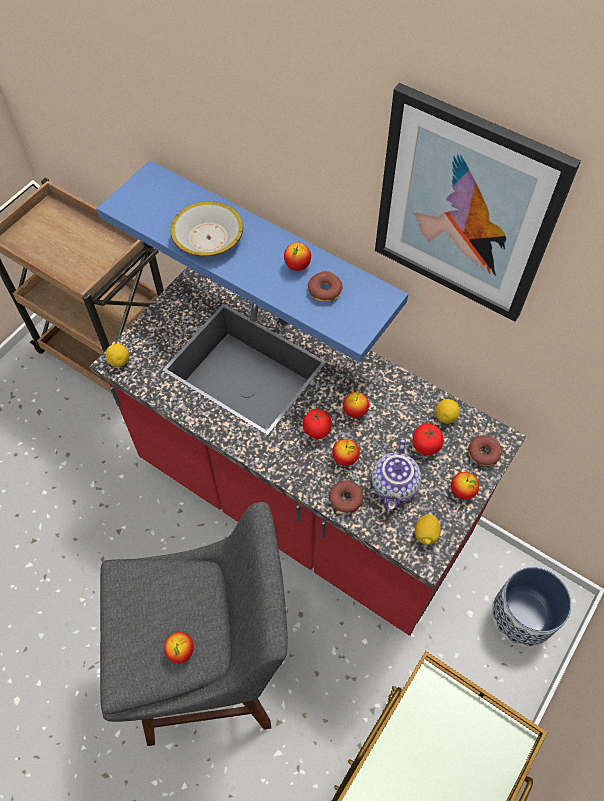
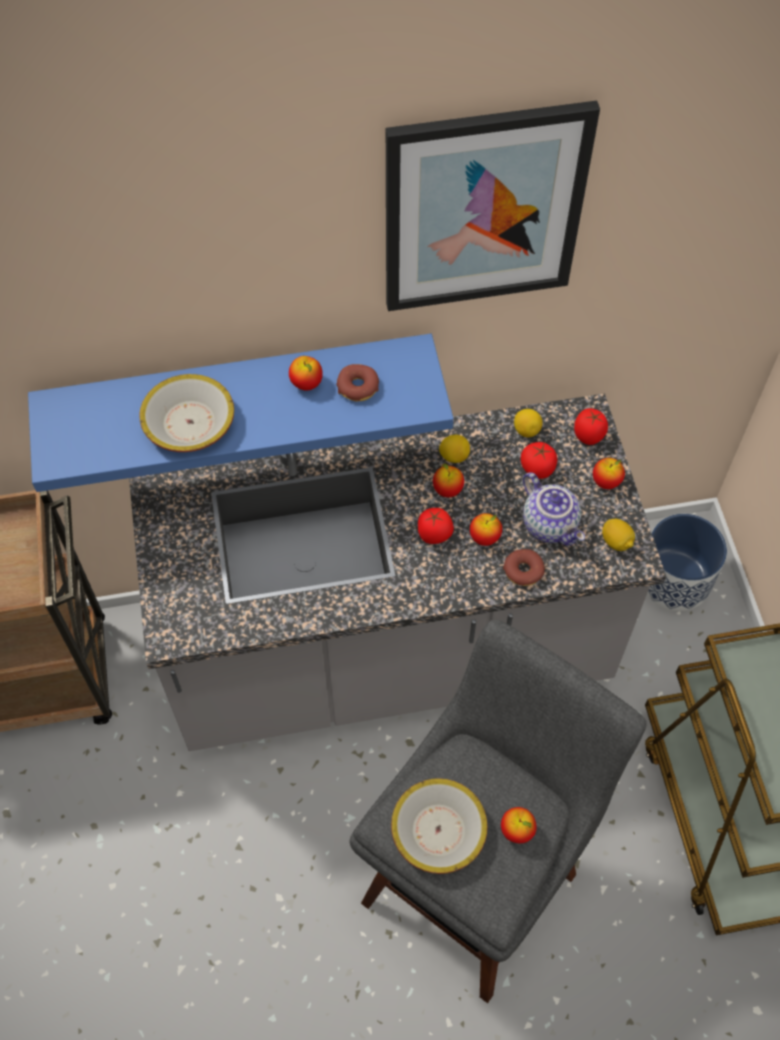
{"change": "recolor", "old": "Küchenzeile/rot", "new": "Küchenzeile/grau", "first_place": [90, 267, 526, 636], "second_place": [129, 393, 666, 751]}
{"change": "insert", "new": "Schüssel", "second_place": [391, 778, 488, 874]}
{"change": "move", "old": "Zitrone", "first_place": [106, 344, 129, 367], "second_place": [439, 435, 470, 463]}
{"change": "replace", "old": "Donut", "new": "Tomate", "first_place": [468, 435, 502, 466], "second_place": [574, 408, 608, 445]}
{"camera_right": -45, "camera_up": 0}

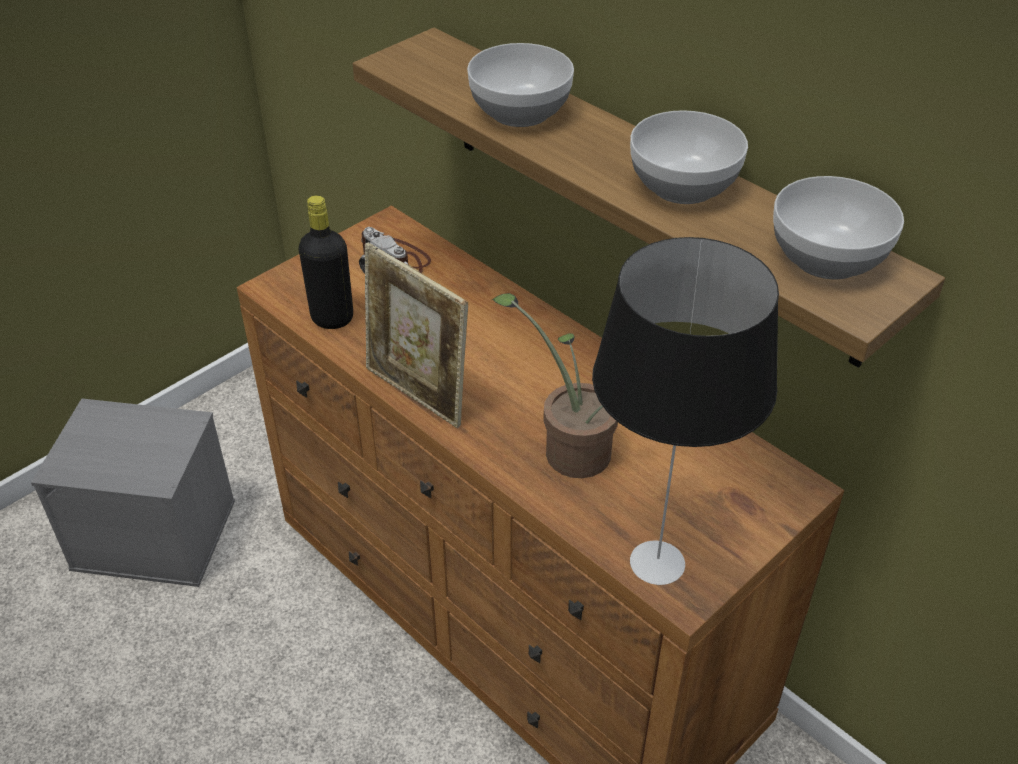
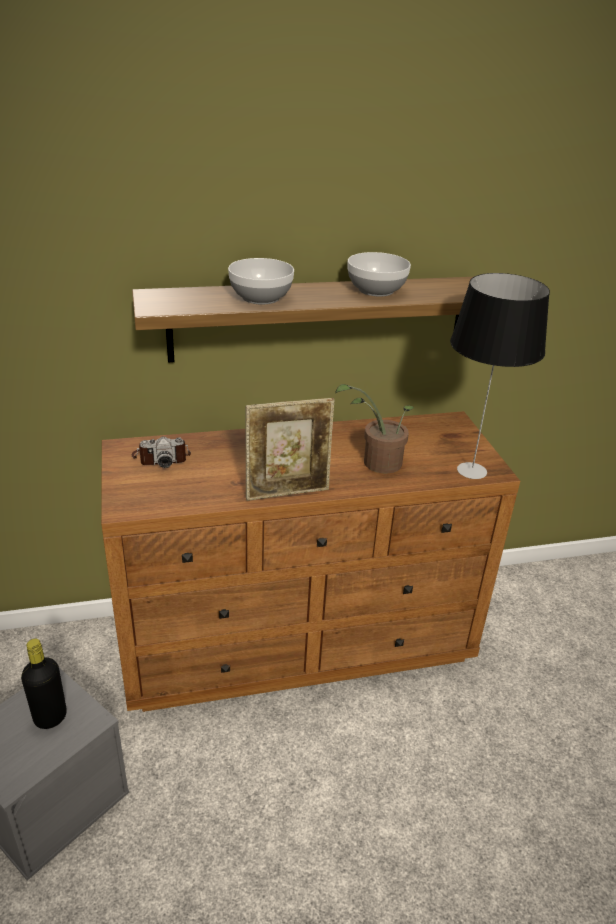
{"change": "move", "old": "Flasche/schwarz", "first_place": [299, 195, 353, 329], "second_place": [21, 639, 67, 729]}
{"change": "delete", "old": "Schüssel", "first_place": [773, 176, 904, 279]}
{"camera_right": -60, "camera_up": -10}

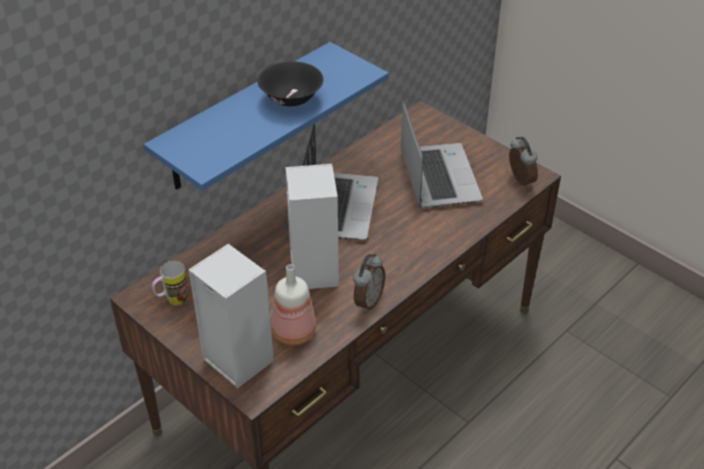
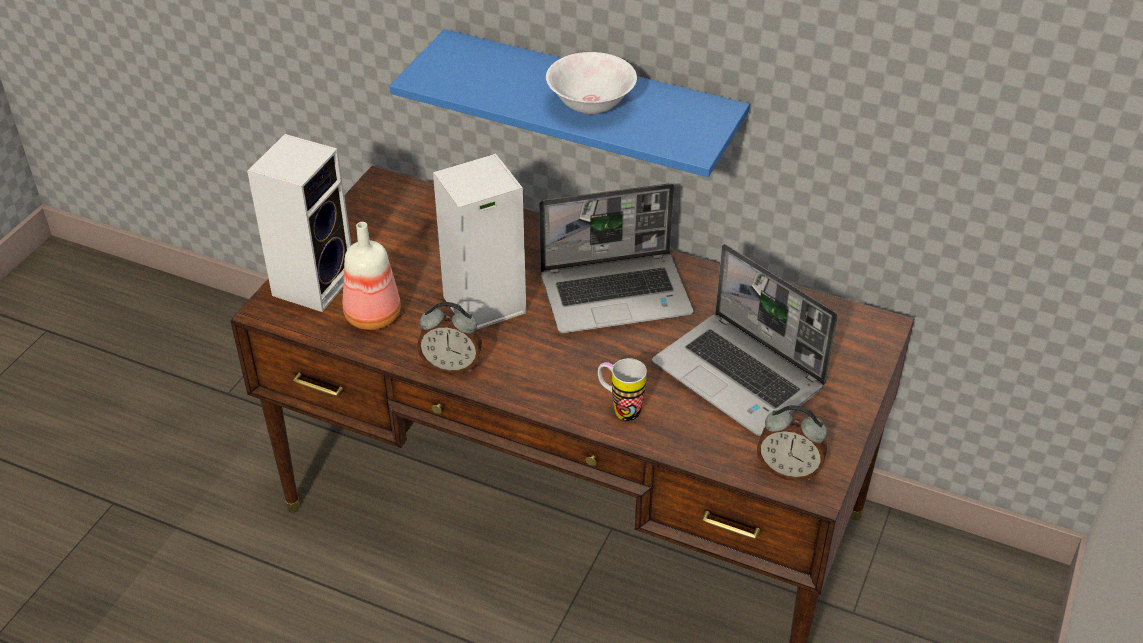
{"change": "recolor", "old": "Schüssel/schwarz", "new": "Schüssel/weiß", "first_place": [258, 61, 324, 107], "second_place": [546, 52, 637, 114]}
{"change": "move", "old": "Henkelbecher", "first_place": [152, 261, 187, 305], "second_place": [598, 358, 647, 421]}
{"change": "rotate", "old": "Laptop", "first_place": [401, 101, 483, 209], "second_place": [652, 244, 838, 436], "degrees": 75}
{"change": "rotate", "old": "Wecker", "first_place": [509, 137, 538, 188], "second_place": [757, 405, 827, 481], "degrees": 60}
{"camera_right": 70, "camera_up": 0}

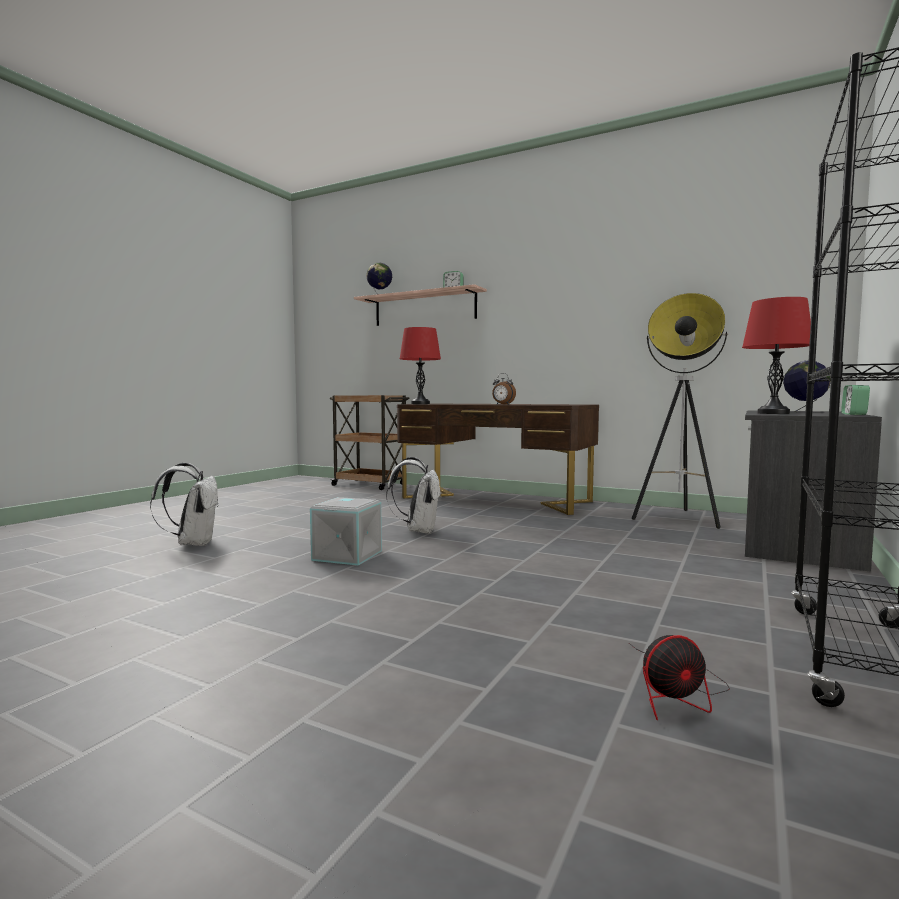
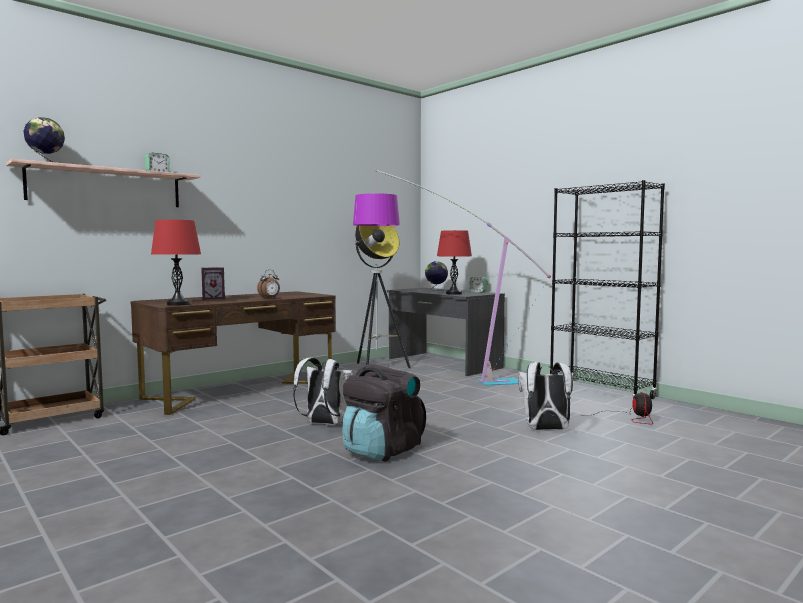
{"change": "insert", "new": "Bilderrahmen", "second_place": [201, 267, 225, 300]}
{"change": "replace", "old": "Aufbewahrungsbox/grau", "new": "Rucksack/schwarz", "first_place": [310, 497, 382, 566], "second_place": [343, 364, 426, 462]}
{"change": "insert", "new": "Stehlampe", "second_place": [353, 170, 551, 385]}
{"change": "move", "old": "Rucksack/weiß", "first_place": [150, 463, 219, 546], "second_place": [518, 362, 573, 430]}
{"camera_right": -70, "camera_up": 0}

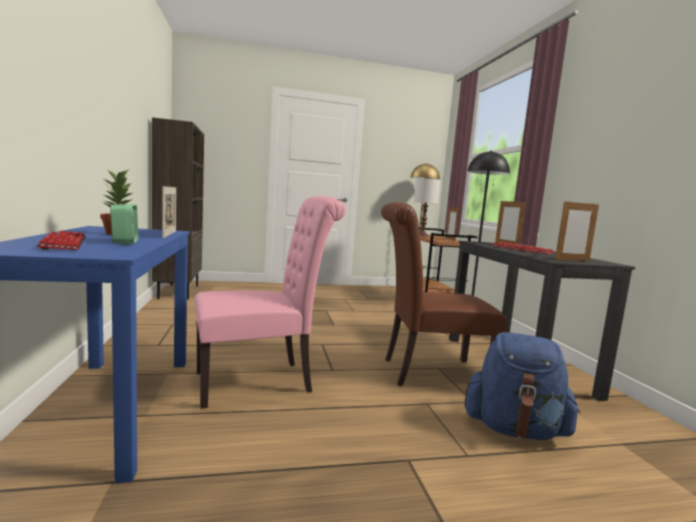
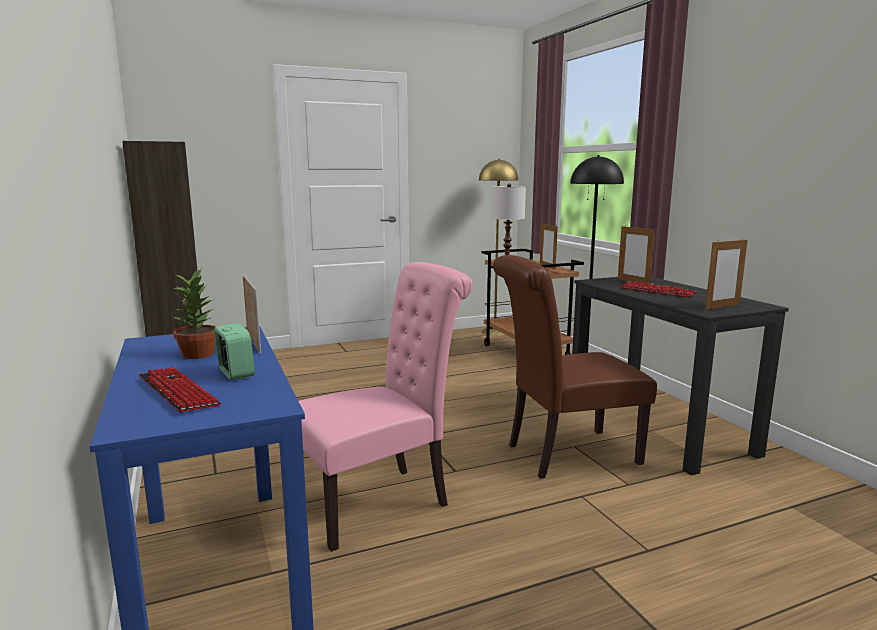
{"change": "delete", "old": "Rucksack/blau", "first_place": [465, 332, 581, 440]}
{"camera_right": -10, "camera_up": 5}

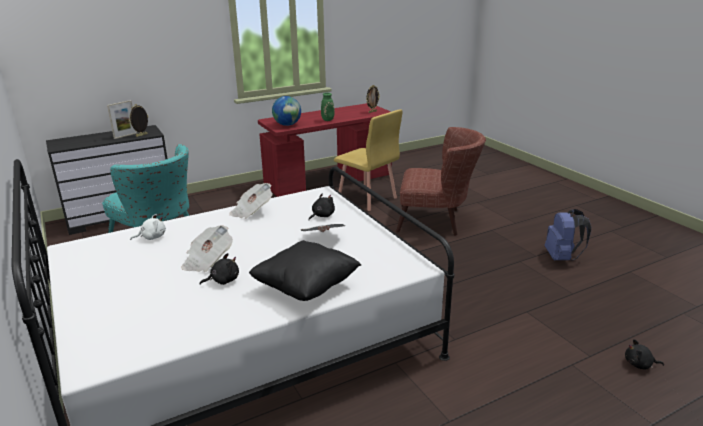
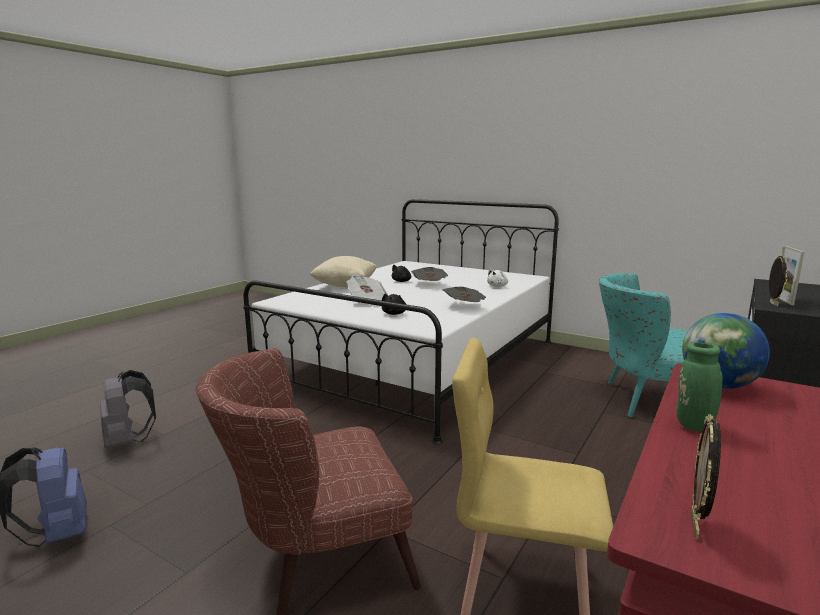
{"change": "insert", "new": "Rucksack/grau", "second_place": [100, 370, 156, 448]}
{"change": "recolor", "old": "Kissen/schwarz", "new": "Kissen/beige", "first_place": [249, 240, 361, 301], "second_place": [310, 256, 377, 287]}
{"change": "delete", "old": "Plüschtier/schwarz", "first_place": [625, 339, 664, 370]}
{"camera_right": 150, "camera_up": -10}

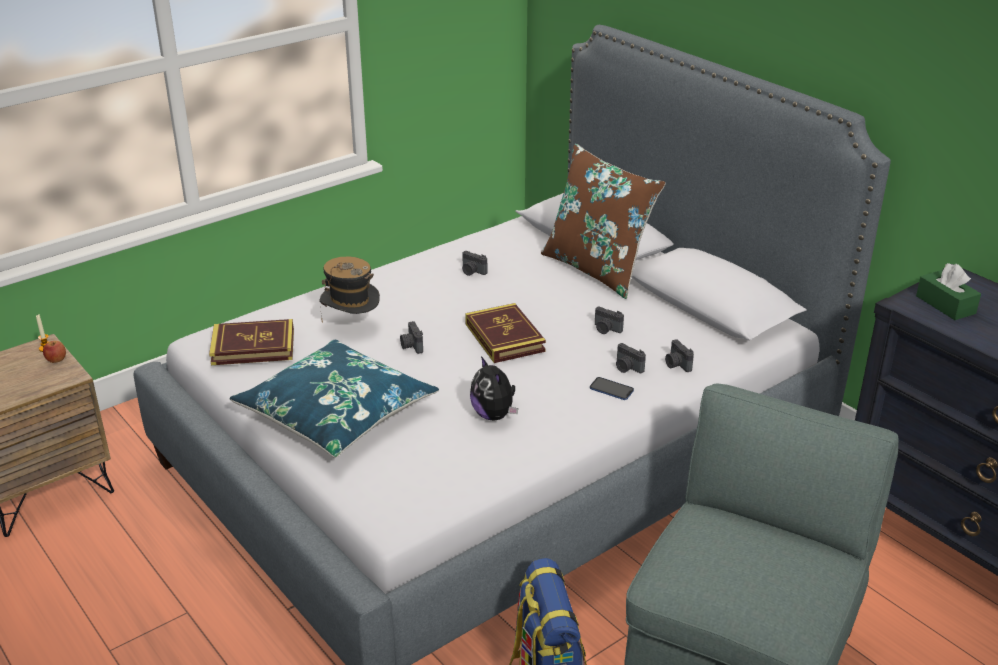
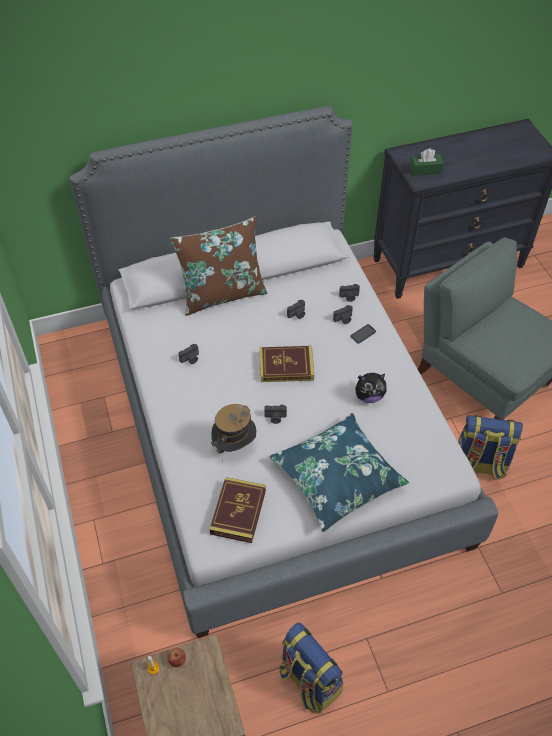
{"change": "insert", "new": "Rucksack", "second_place": [279, 622, 343, 714]}
{"camera_right": -70, "camera_up": 20}

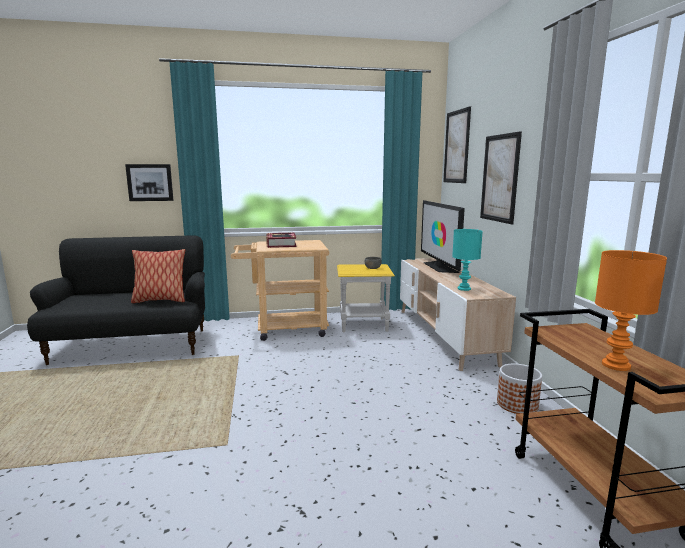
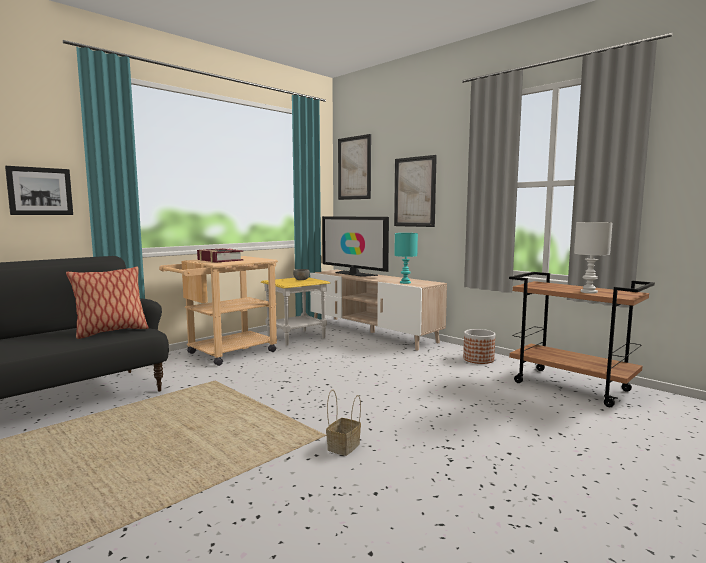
{"change": "insert", "new": "Korb", "second_place": [326, 390, 361, 456]}
{"change": "recolor", "old": "Tischlampe/orange", "new": "Tischlampe/weiß", "first_place": [595, 250, 667, 371], "second_place": [574, 222, 613, 294]}
{"camera_right": -35, "camera_up": -5}

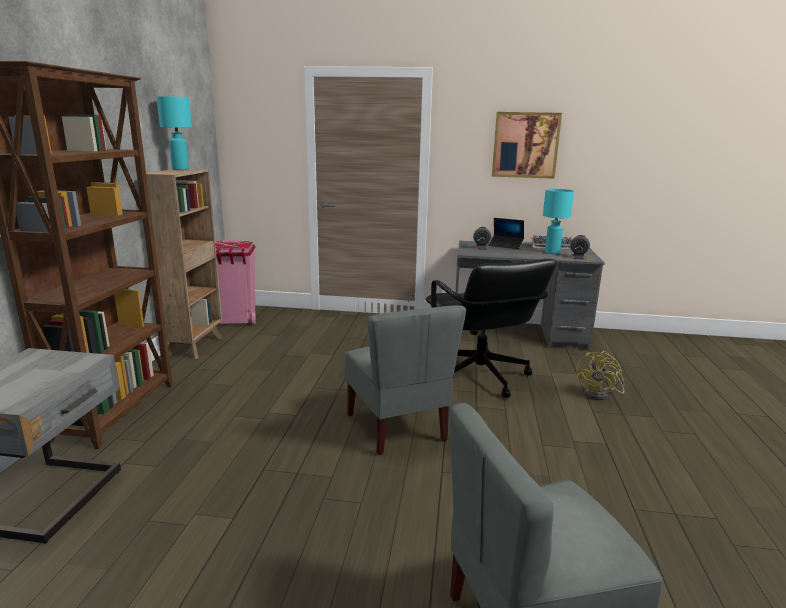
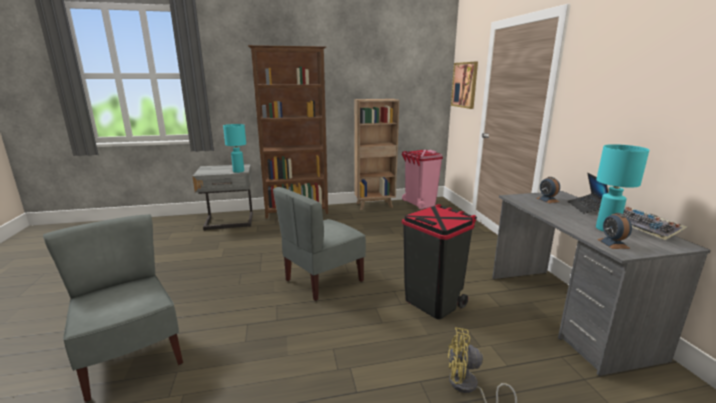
{"change": "move", "old": "Tischlampe/türkis", "first_place": [157, 96, 192, 170], "second_place": [223, 124, 246, 173]}
{"change": "replace", "old": "Bürostuhl/schwarz", "new": "Mülleimer/schwarz", "first_place": [426, 259, 557, 398], "second_place": [402, 204, 477, 319]}
{"change": "move", "old": "Bild", "first_place": [492, 112, 562, 179], "second_place": [451, 62, 478, 109]}
{"camera_right": 70, "camera_up": 0}

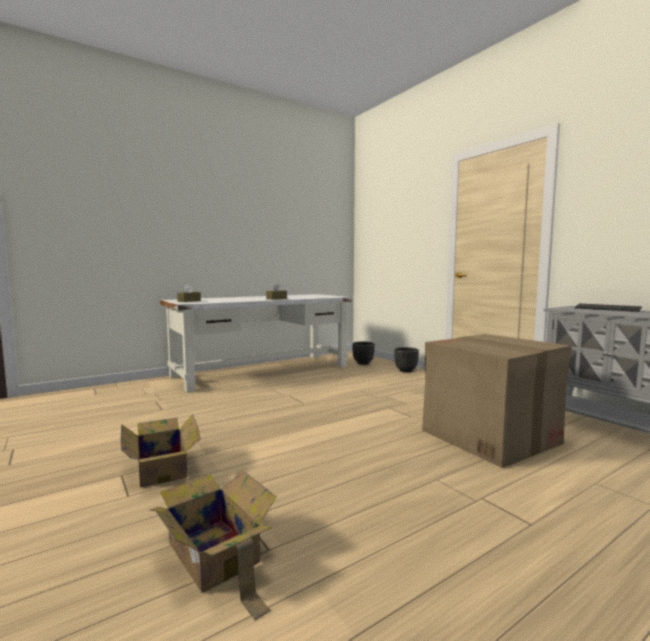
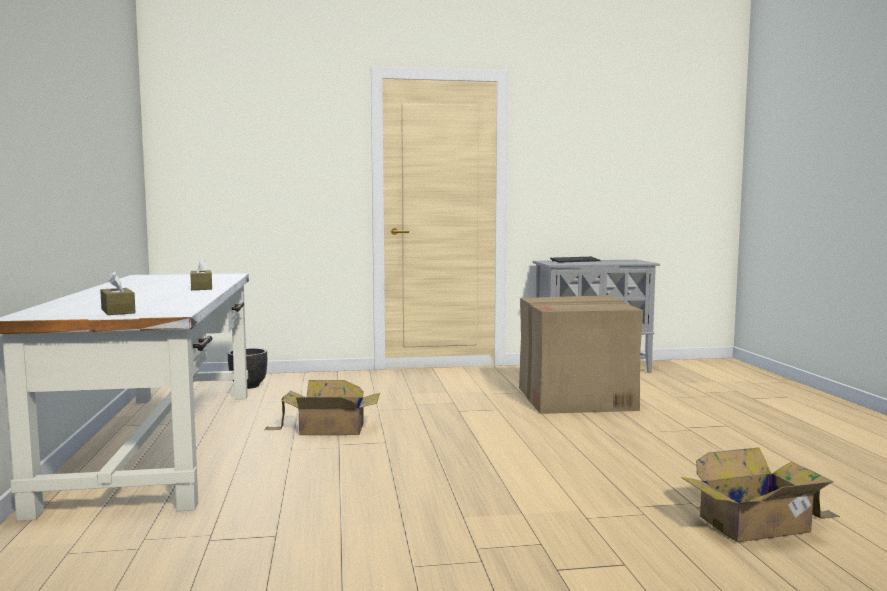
{"change": "move", "old": "Karton", "first_place": [120, 414, 201, 487], "second_place": [264, 380, 380, 435]}
{"change": "delete", "old": "Pflanzkübel/schwarz", "first_place": [394, 347, 419, 373]}
{"camera_right": -65, "camera_up": 0}

